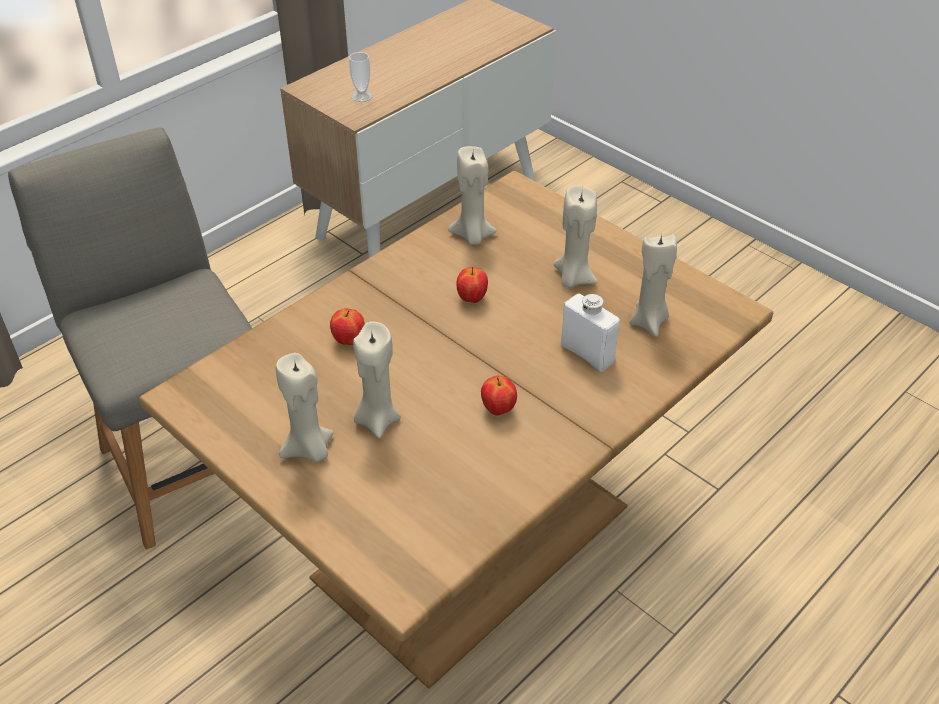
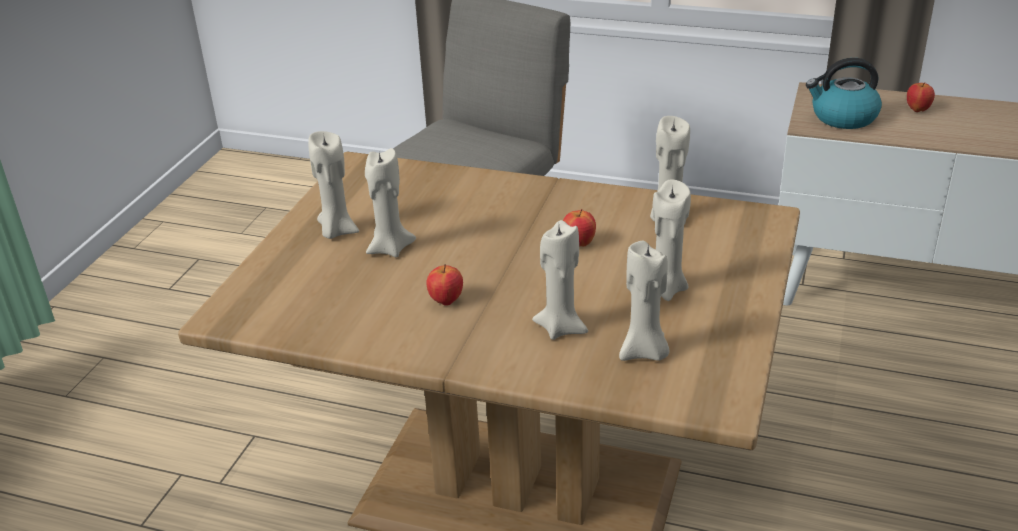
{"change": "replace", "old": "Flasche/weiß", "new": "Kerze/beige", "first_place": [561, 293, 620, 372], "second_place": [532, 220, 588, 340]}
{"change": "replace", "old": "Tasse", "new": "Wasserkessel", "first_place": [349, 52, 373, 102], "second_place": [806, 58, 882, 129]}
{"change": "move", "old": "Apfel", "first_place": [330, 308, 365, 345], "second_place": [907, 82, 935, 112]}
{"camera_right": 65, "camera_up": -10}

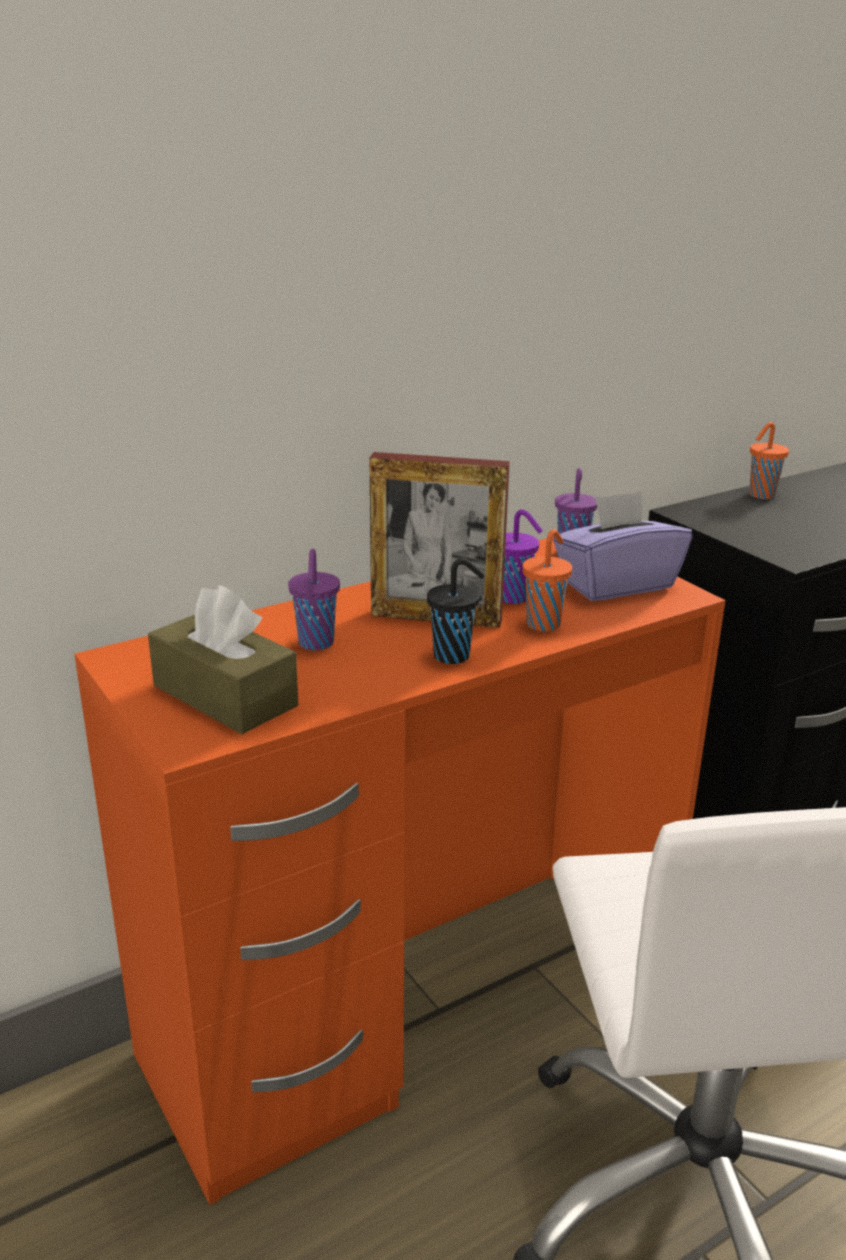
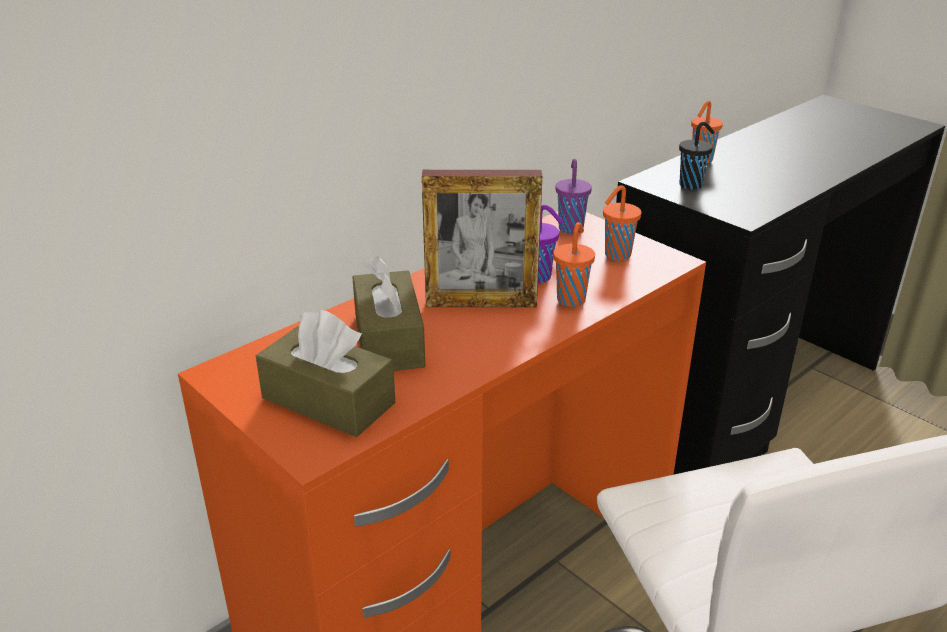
{"change": "replace", "old": "Tasse/lila", "new": "Taschentuchbox/braun", "first_place": [288, 549, 340, 650], "second_place": [352, 256, 425, 371]}
{"change": "replace", "old": "Taschentuchbox/lila", "new": "Tasse/orange", "first_place": [553, 491, 692, 601], "second_place": [603, 185, 641, 261]}
{"change": "move", "old": "Tasse/schwarz", "first_place": [427, 558, 485, 664], "second_place": [679, 122, 715, 190]}
{"camera_right": -10, "camera_up": 5}

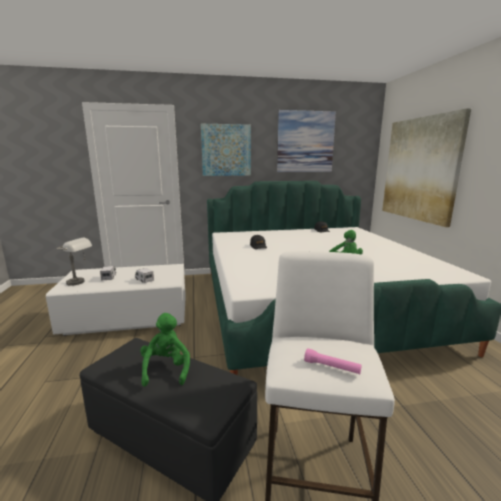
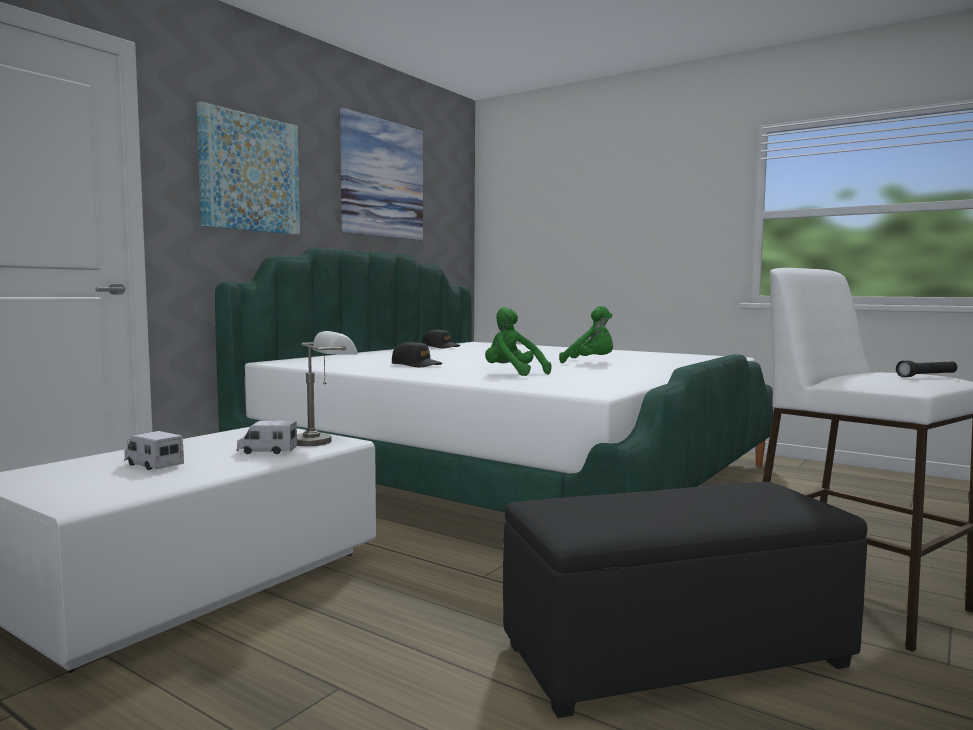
{"change": "move", "old": "Tischlampe/grau", "first_place": [57, 238, 92, 286], "second_place": [297, 331, 358, 446]}
{"change": "move", "old": "Plüschtier/grün", "first_place": [140, 313, 190, 387], "second_place": [485, 307, 551, 376]}
{"change": "recolor", "old": "Taschenlampe/rosa", "new": "Taschenlampe/schwarz", "first_place": [304, 348, 362, 374], "second_place": [896, 361, 957, 377]}
{"change": "delete", "old": "Bild", "first_place": [382, 108, 471, 227]}
{"camera_right": -45, "camera_up": -10}

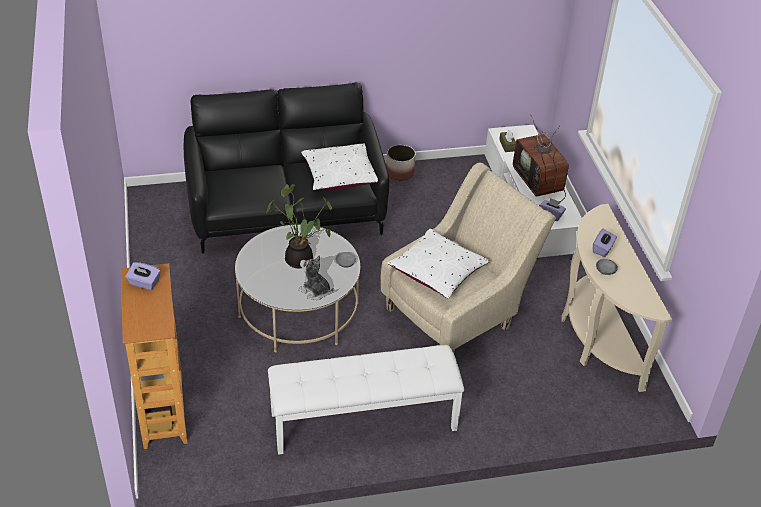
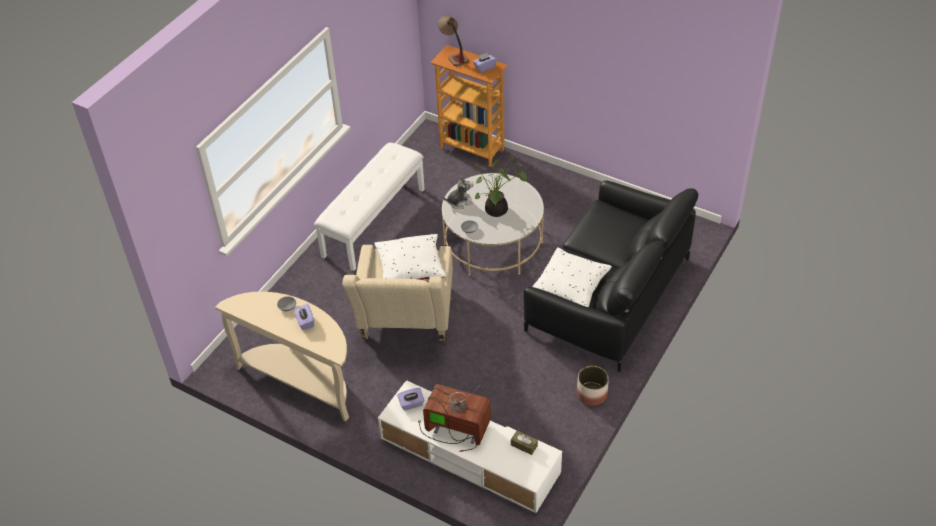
{"change": "insert", "new": "Tischlampe", "second_place": [438, 16, 469, 66]}
{"camera_right": 135, "camera_up": 5}

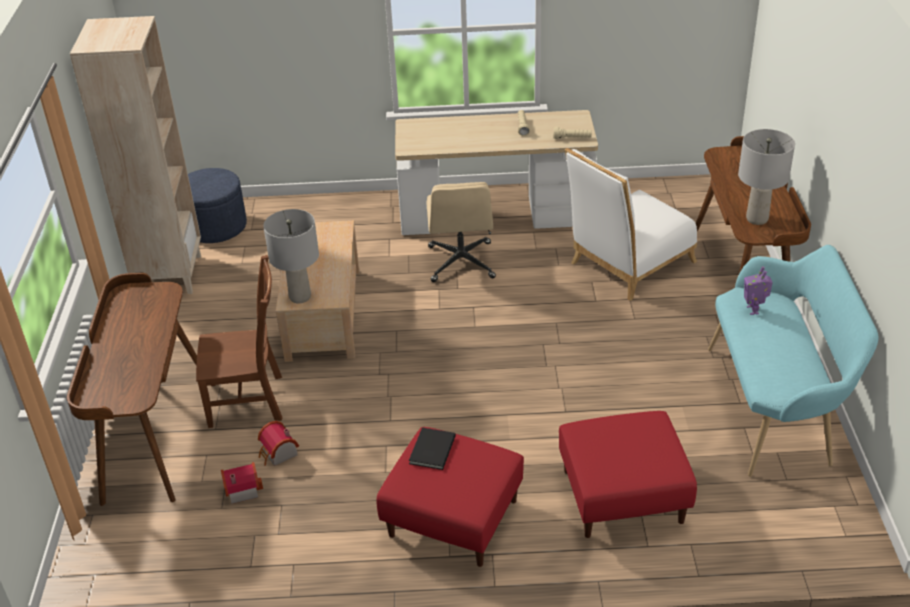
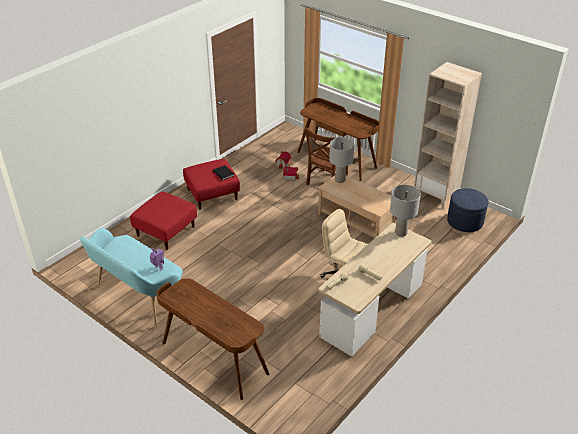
{"change": "move", "old": "Tischlampe/grau", "first_place": [738, 129, 795, 225], "second_place": [390, 185, 421, 237]}
{"change": "delete", "old": "Stuhl/weiß", "first_place": [565, 148, 697, 301]}
{"camera_right": 130, "camera_up": 0}

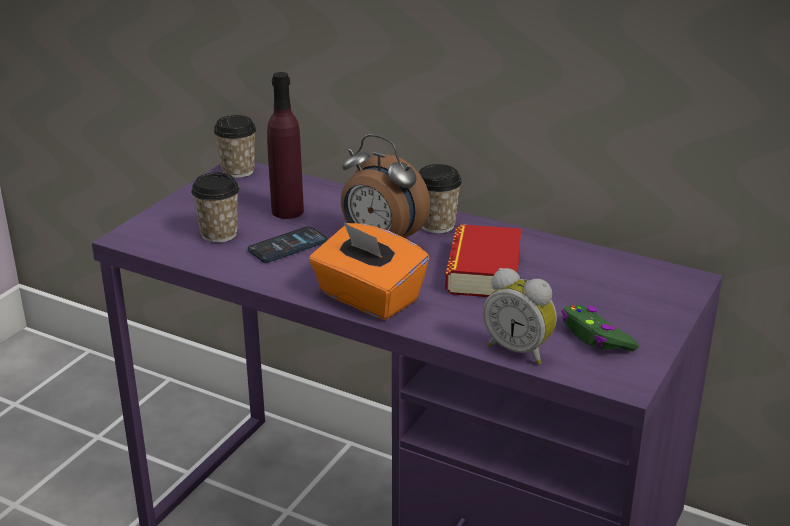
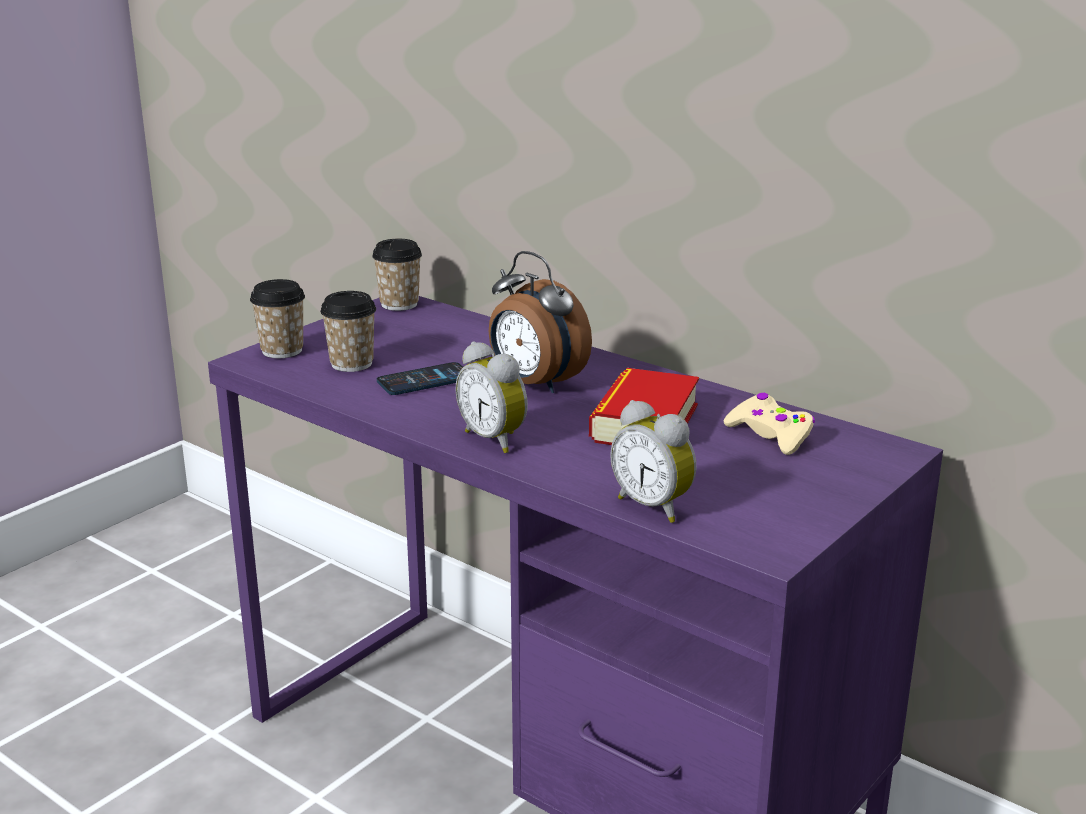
{"change": "move", "old": "Tasse", "first_place": [419, 164, 462, 233], "second_place": [250, 279, 305, 358]}
{"change": "replace", "old": "Taschentuchbox/orange", "new": "Wecker", "first_place": [309, 222, 429, 320], "second_place": [456, 341, 528, 453]}
{"change": "insert", "new": "Gamepad/beige", "second_place": [724, 393, 815, 455]}
{"change": "delete", "old": "Flasche/lila", "first_place": [267, 72, 304, 219]}
{"change": "delete", "old": "Gamepad/grün", "first_place": [561, 305, 639, 351]}
{"camera_right": 10, "camera_up": -5}

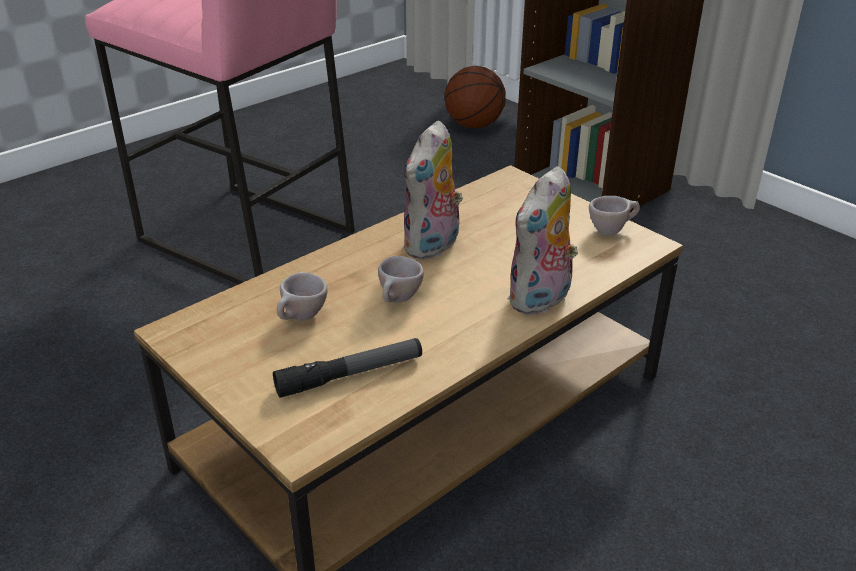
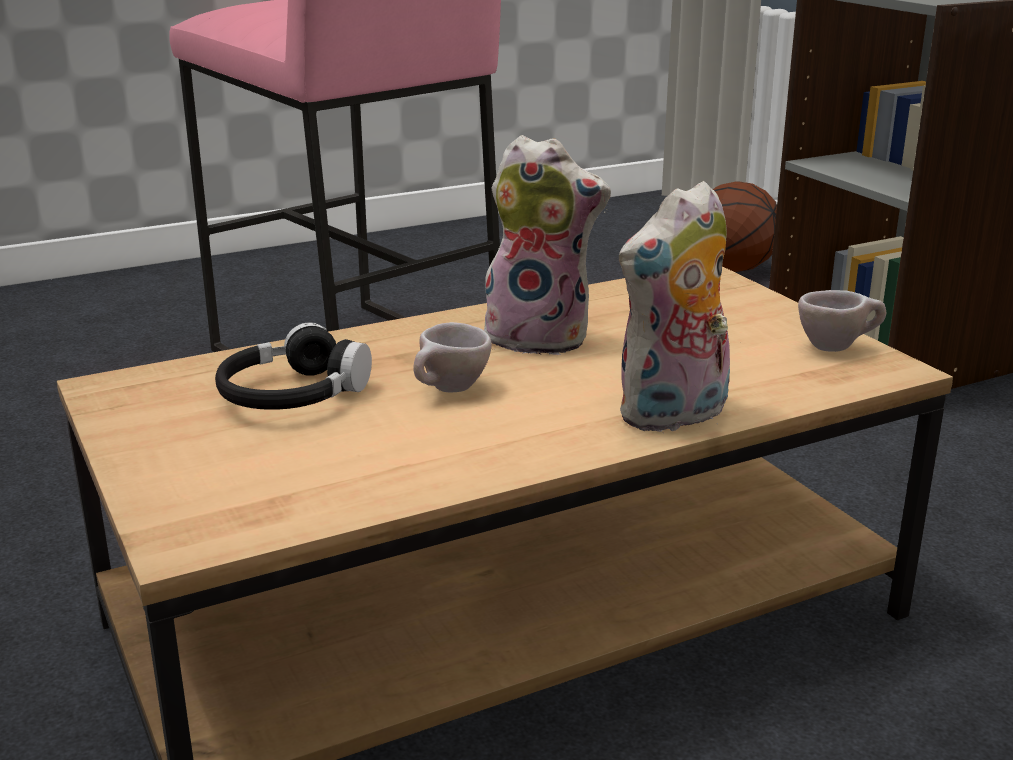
{"change": "replace", "old": "Tasse/beige", "new": "Kopfhörer/schwarz", "first_place": [277, 272, 328, 320], "second_place": [215, 322, 372, 410]}
{"change": "rotate", "old": "Plüschtier", "first_place": [402, 120, 463, 260], "second_place": [484, 135, 611, 355], "degrees": -120}
{"change": "delete", "old": "Taschenlampe", "first_place": [273, 338, 422, 398]}
{"camera_right": 15, "camera_up": -10}

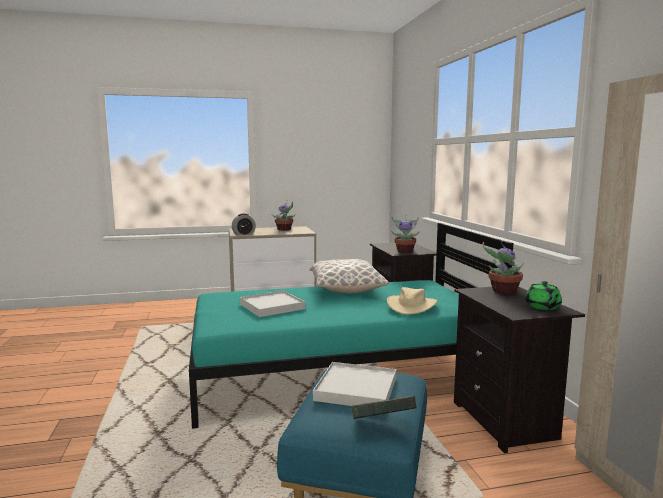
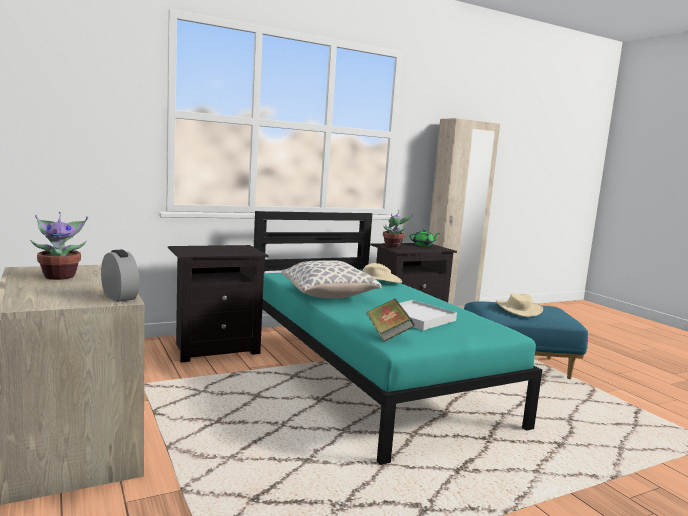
{"change": "move", "old": "Buch", "first_place": [351, 396, 416, 419], "second_place": [366, 299, 414, 342]}
{"change": "replace", "old": "Tablett/weiß", "new": "Hut/beige", "first_place": [313, 362, 396, 406], "second_place": [496, 293, 543, 317]}
{"change": "delete", "old": "Topfpflanze", "first_place": [391, 215, 420, 253]}
{"camera_right": -105, "camera_up": 0}

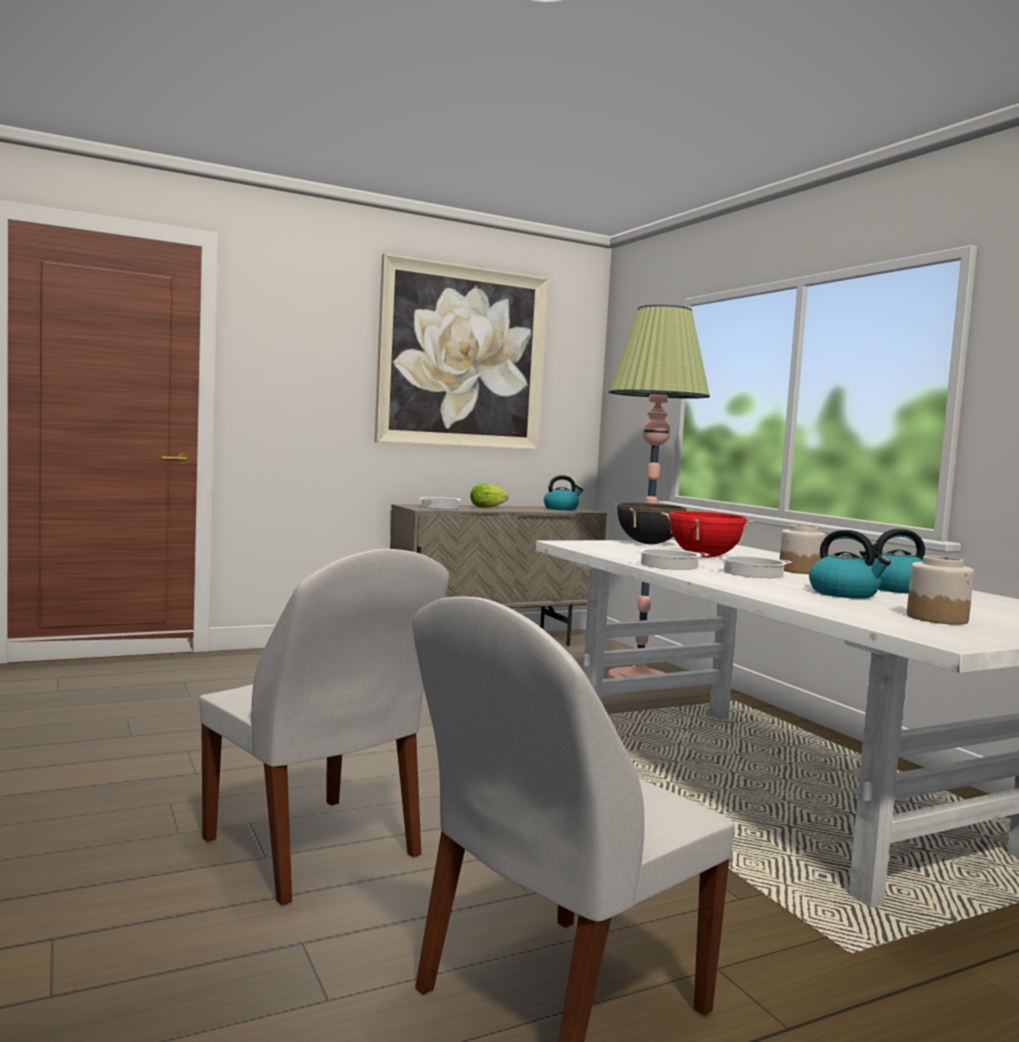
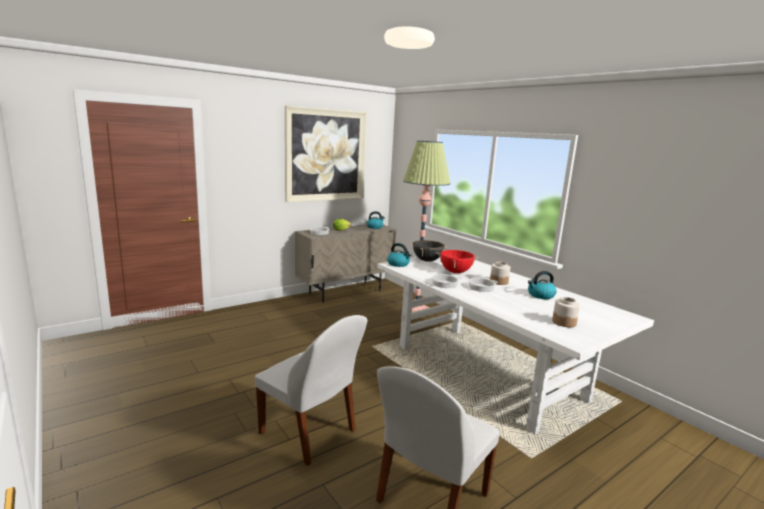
{"change": "move", "old": "Wasserkessel", "first_place": [809, 530, 891, 599], "second_place": [387, 243, 412, 267]}
{"camera_right": -10, "camera_up": 10}

